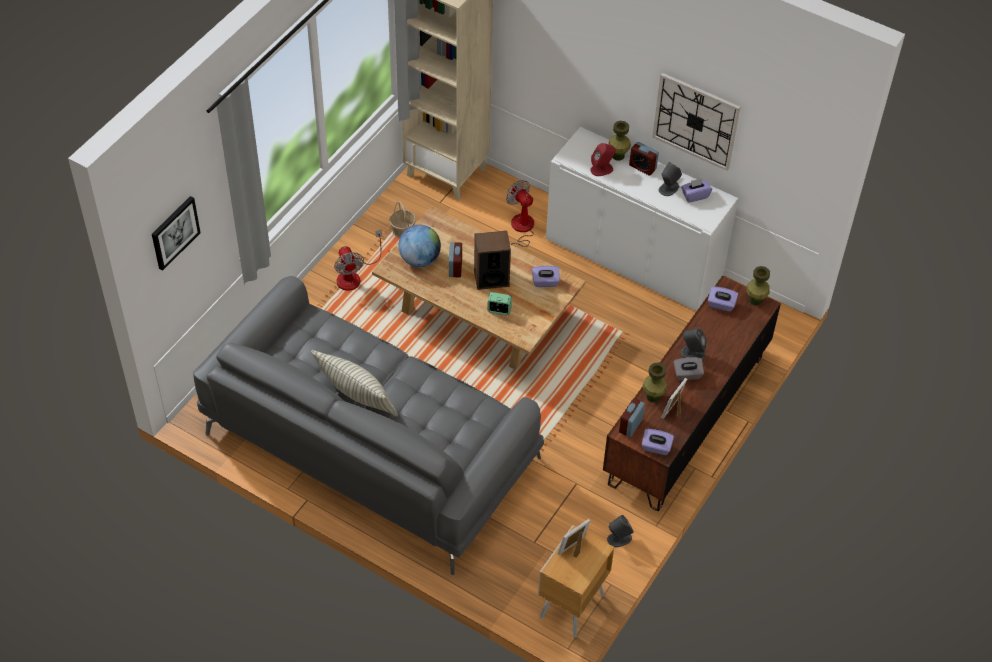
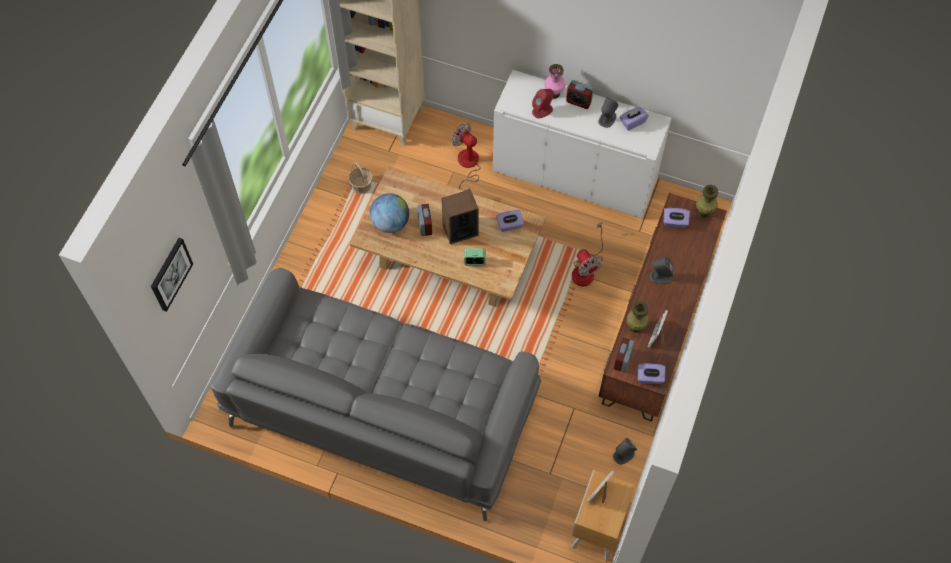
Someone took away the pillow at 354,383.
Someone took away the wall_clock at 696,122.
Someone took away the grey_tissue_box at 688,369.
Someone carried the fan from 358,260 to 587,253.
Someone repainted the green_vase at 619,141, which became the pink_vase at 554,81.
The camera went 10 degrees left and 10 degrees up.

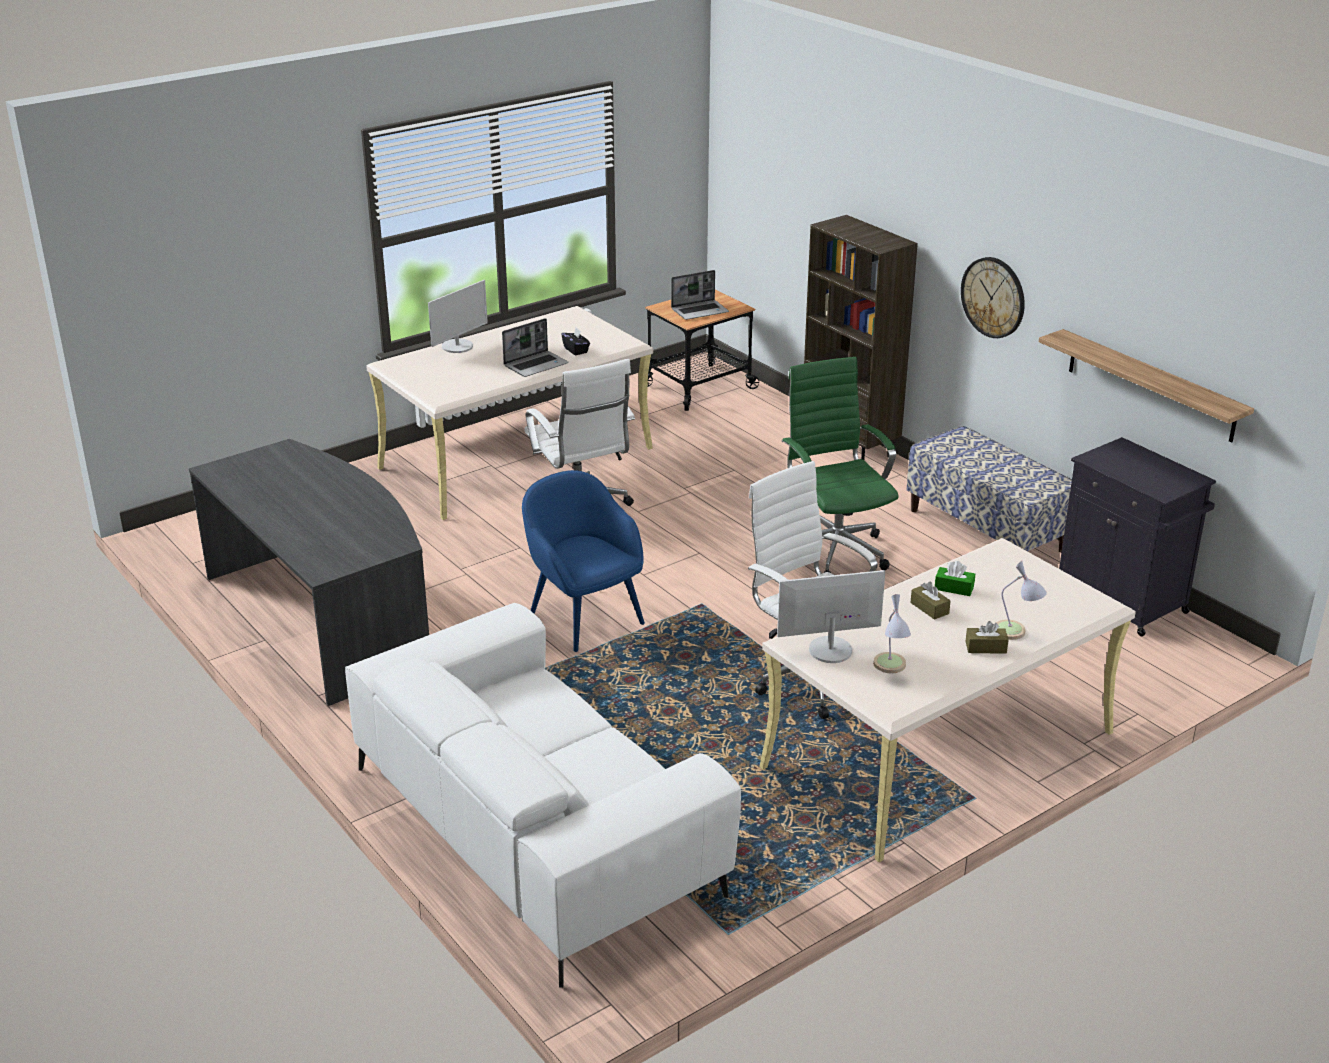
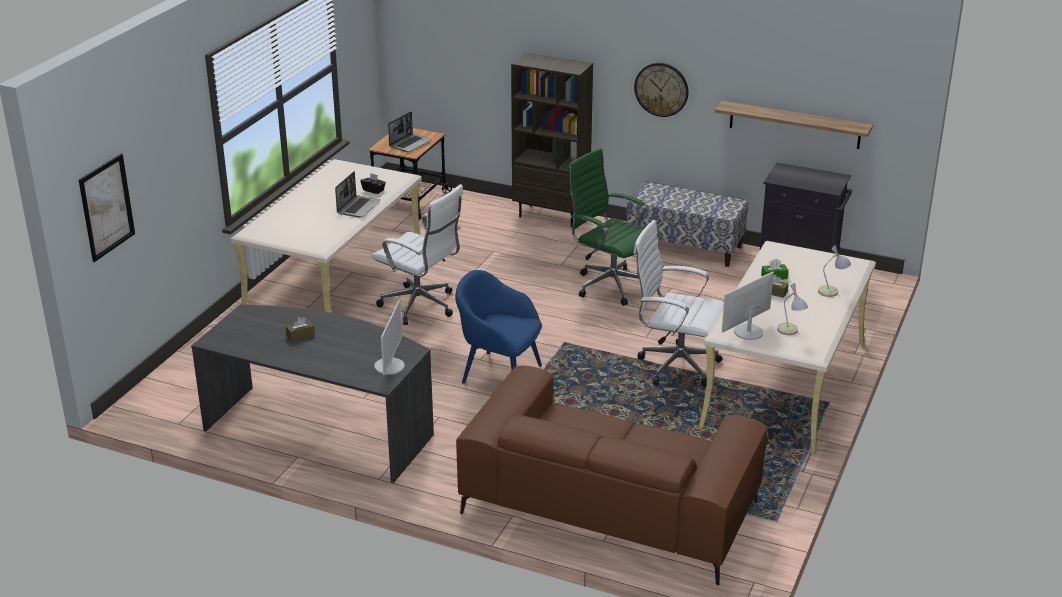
Someone put up the picture at 107,208.
Someone carried the monitor from 458,316 to 389,337.
Someone carried the brown_tissue_box from 987,637 to 300,329.
Someone repainted the white_sofa at 543,795, which became the brown_sofa at 612,475.
The camera went 30 degrees left and 0 degrees up.

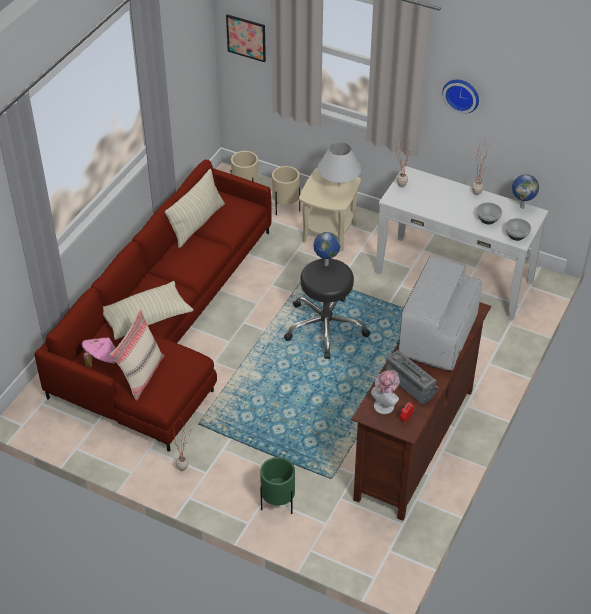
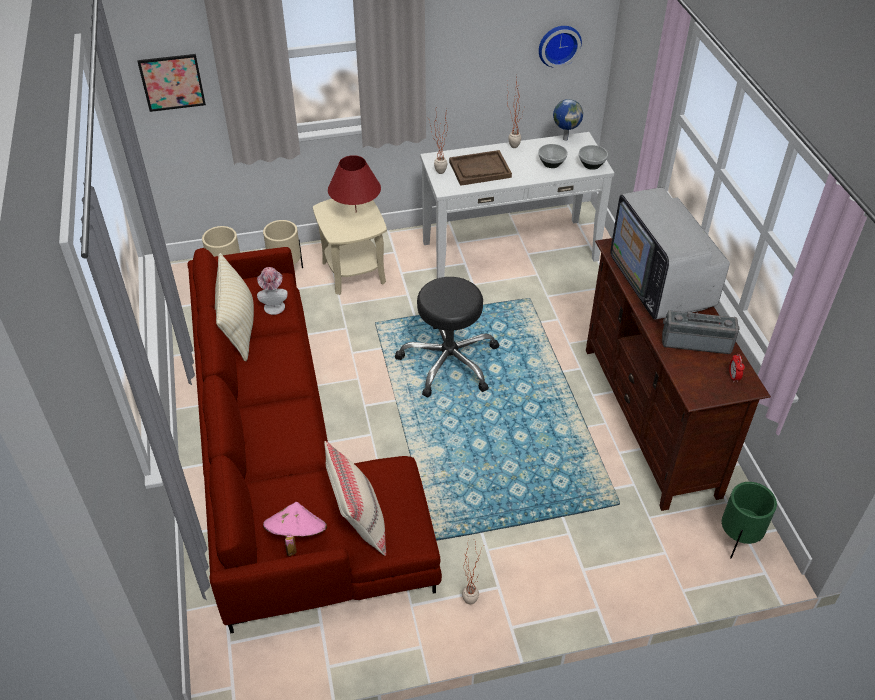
Someone took away the beige_pillow at 148,310.
Someone took away the globe at 326,249.
Someone put down the brown_tray at 480,168.
Someone carried the green_planter from 277,485 to 749,520.
Someone carried the hat from 385,392 to 272,291.
Someone carried the wall_clock from 460,97 to 560,47.
Someone repainted the white_table_lamp at 339,164, which became the red_table_lamp at 354,183.
The camera went 40 degrees left and 0 degrees up.

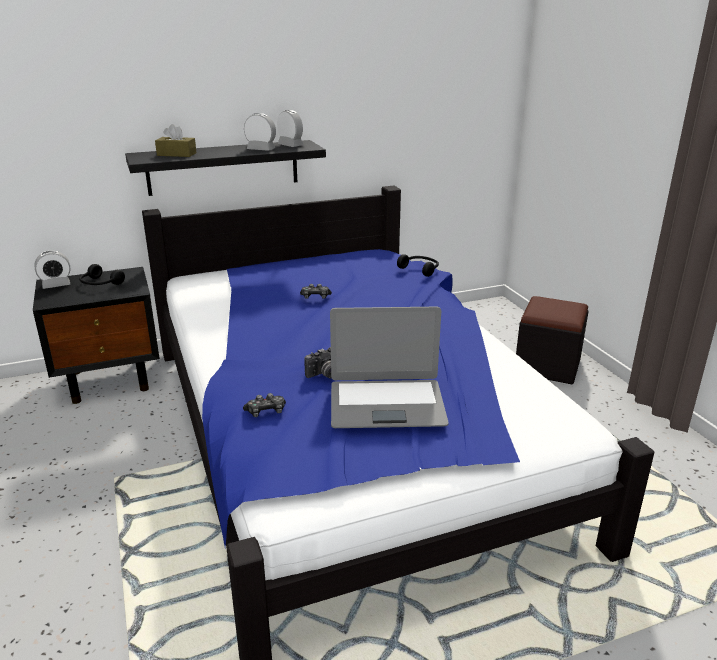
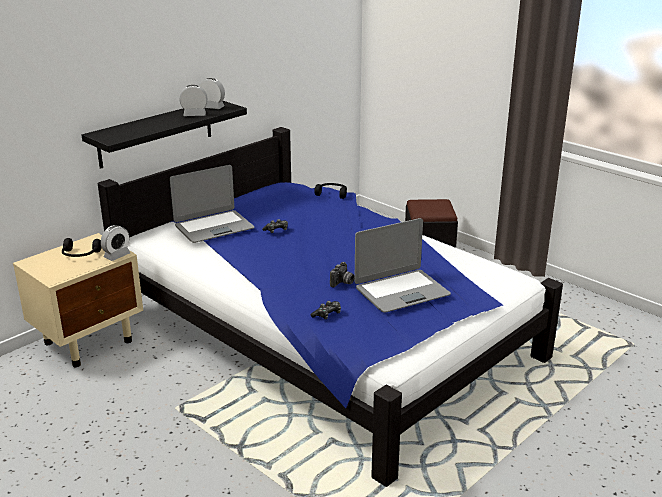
Someone took away the brown_tissue_box at 175,140.
Someone put down the laptop at 212,204.
Someone carried the alarm_clock from 52,269 to 116,243.
Someone repainted the black_nightstand at 96,335, which became the beige_nightstand at 78,300.
The camera went 25 degrees left and 0 degrees up.

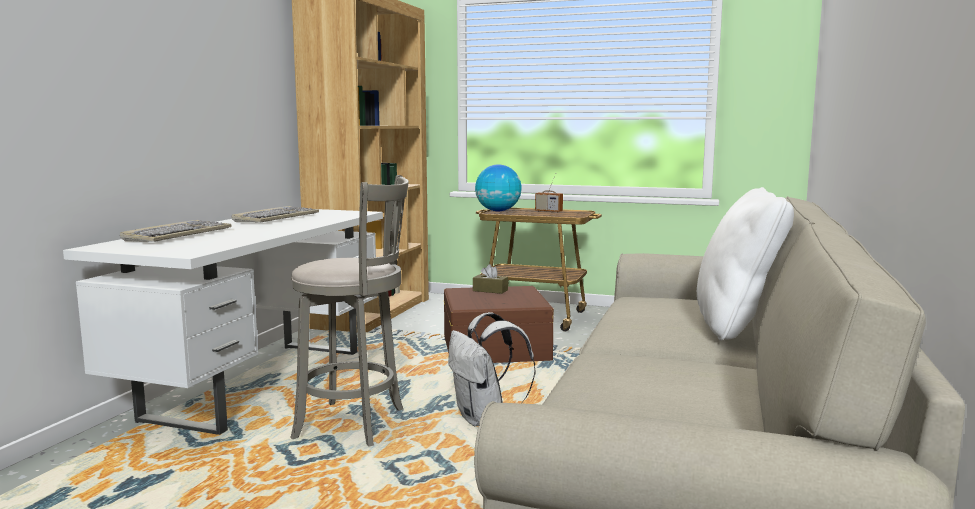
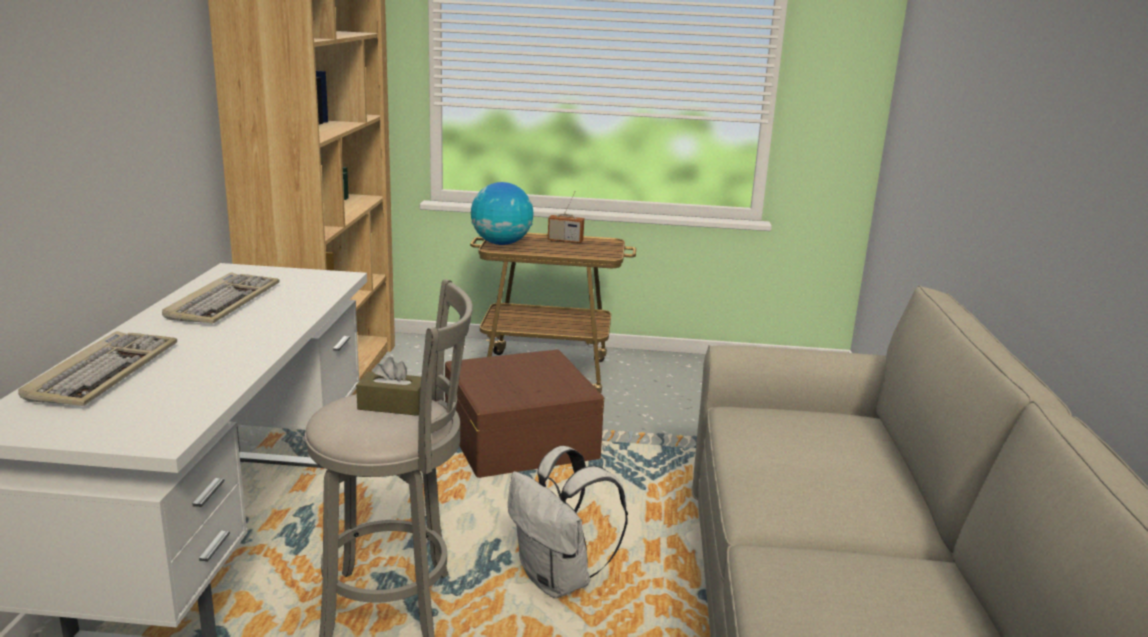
Someone took away the white_pillow at 745,264.
Someone carried the brown_tissue_box from 490,279 to 389,386.
The camera went 15 degrees left and 10 degrees up.

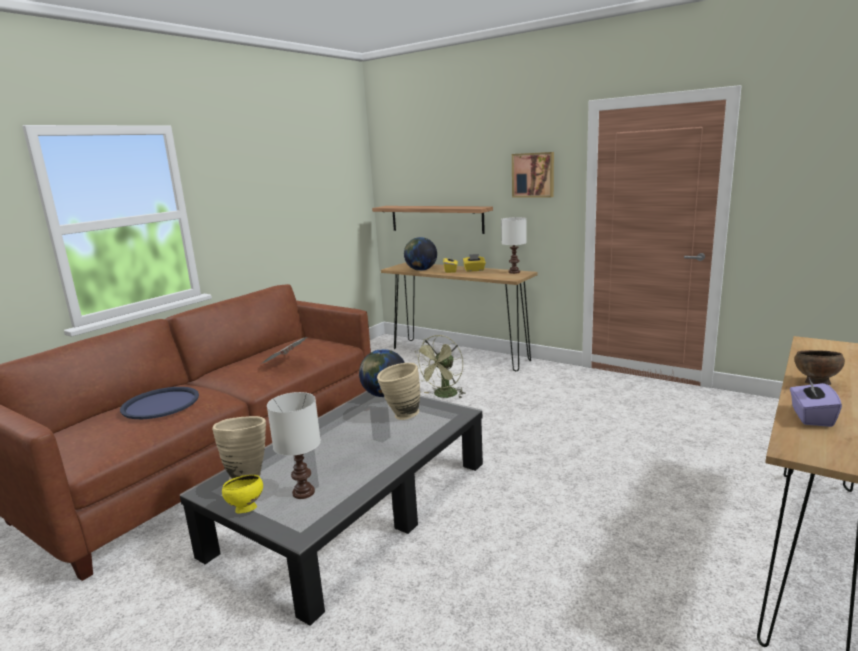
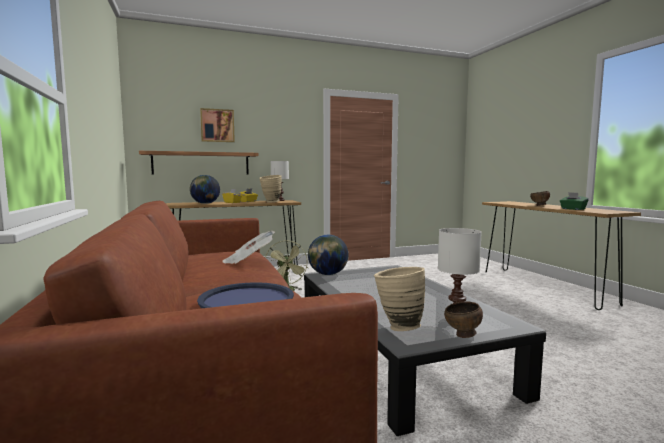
Someone carried the beige_vase from 398,391 to 270,189.
Someone carried the picture from 533,175 to 217,125.
Someone repainted the yellow_bowl at 242,494, which became the brown_bowl at 463,319.
Someone repainted the purple_tissue_box at 816,402, which became the green_tissue_box at 574,201.
The camera went 55 degrees left and 10 degrees down.

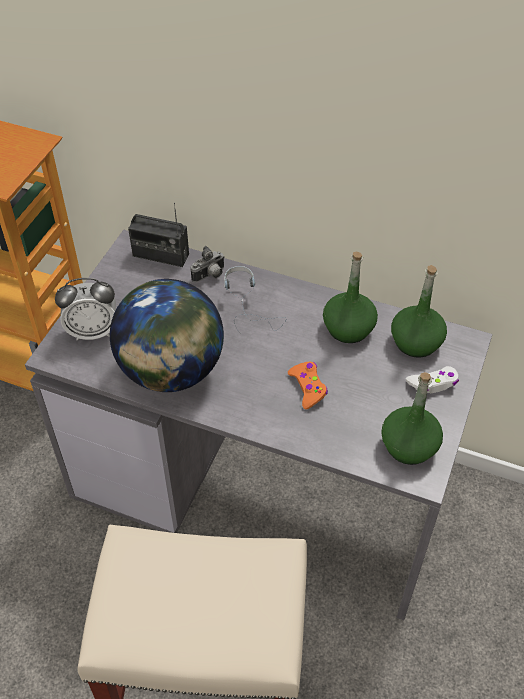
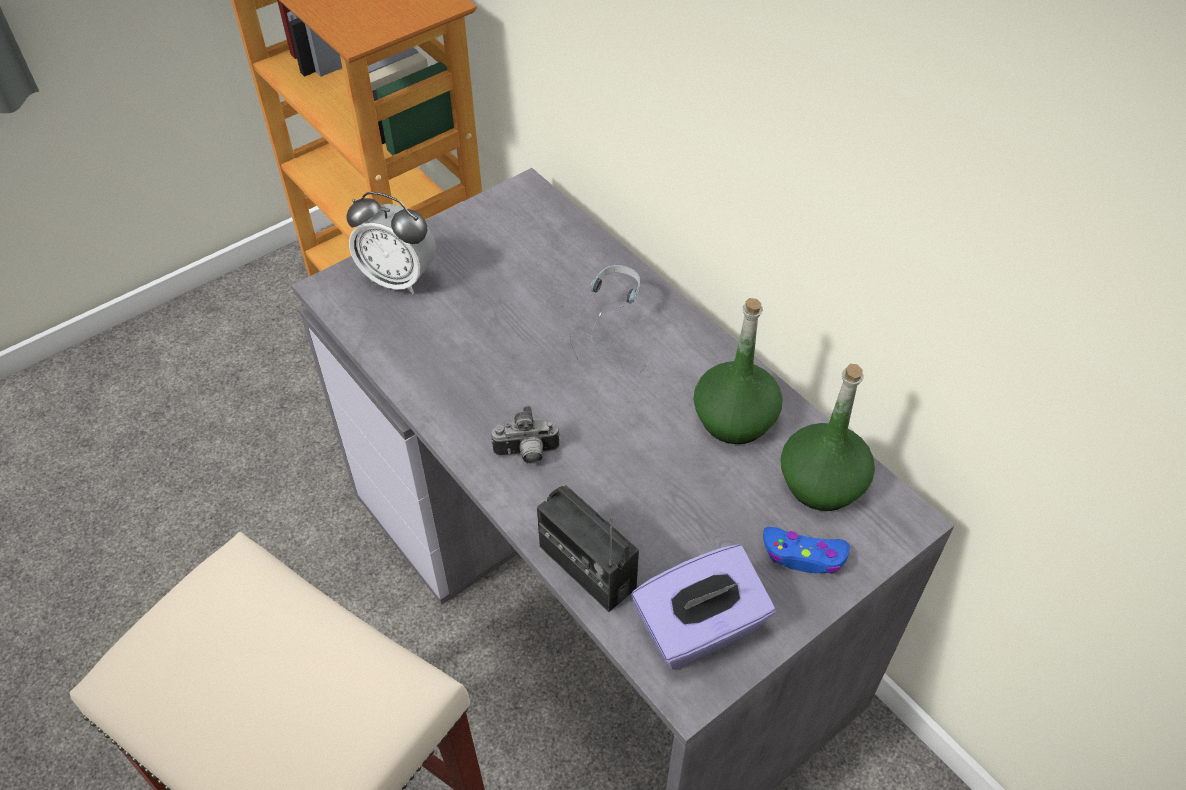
Someone took away the globe at 167,335.
Someone took away the orange_game_controller at 308,386.
Someone carried the radio from 158,235 to 588,548.
Someone carried the photo_camera from 207,264 to 525,435.
Someone swapped the green_bottle at 412,418 for the purple_tissue_box at 703,607.
Someone repainted the white_game_controller at 432,379, which became the blue_game_controller at 806,550.
The camera went 30 degrees right and 0 degrees up.

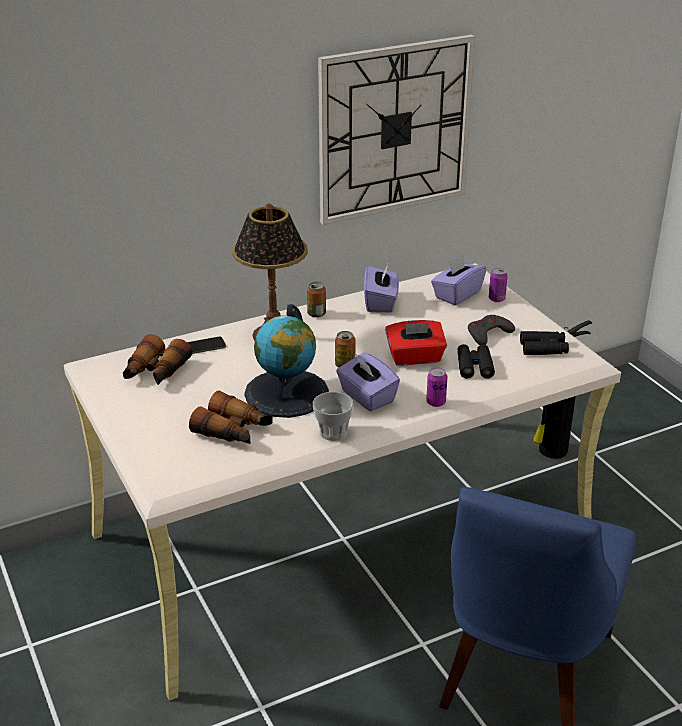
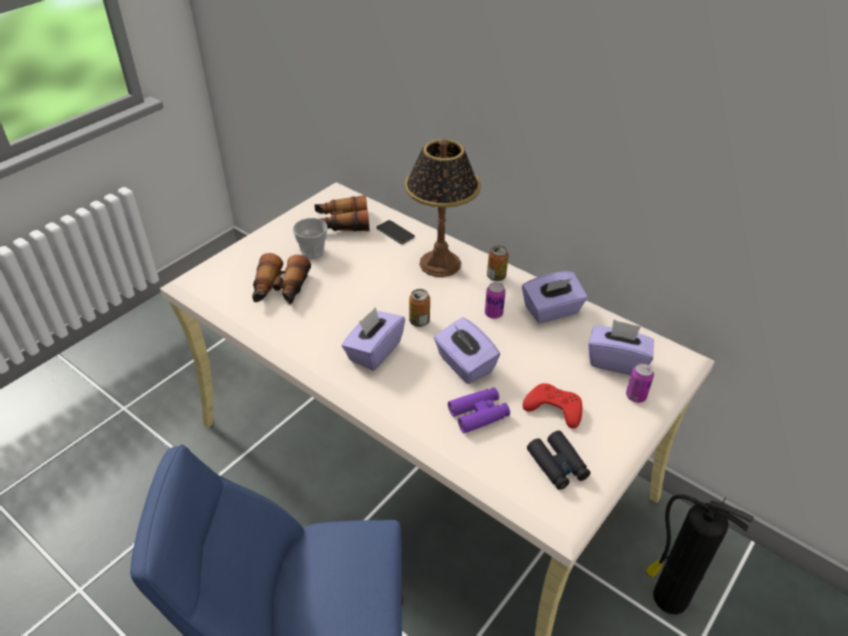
Someone took away the globe at 286,361.
Someone took away the wall_clock at 396,130.
Someone carried the cup from 333,416 to 310,238.
Someone carried the can from 436,387 to 495,300.
Someone repainted the red_tissue_box at 416,343, which became the purple_tissue_box at 467,350.
Someone repainted the black_binoculars at 476,361, which became the purple_binoculars at 479,410.
Someone repainted the grey_game_controller at 491,330, which became the red_game_controller at 552,406.
The camera went 65 degrees right and 10 degrees up.

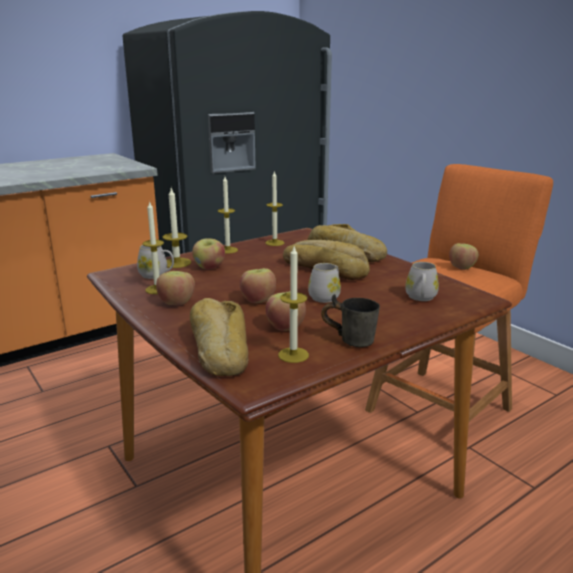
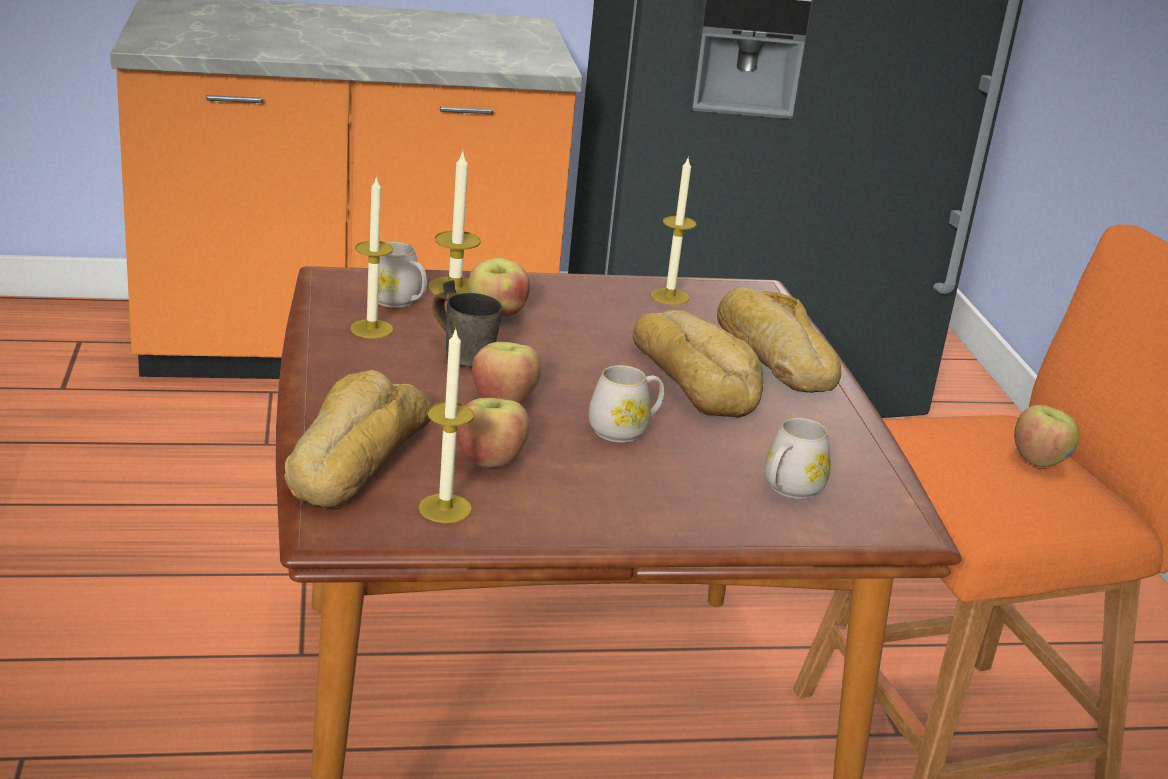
Someone took away the apple at 175,288.
Someone took away the candle at 228,215.
Someone carried the grey_mug from 350,320 to 467,324.
The camera went 25 degrees right and 5 degrees up.

